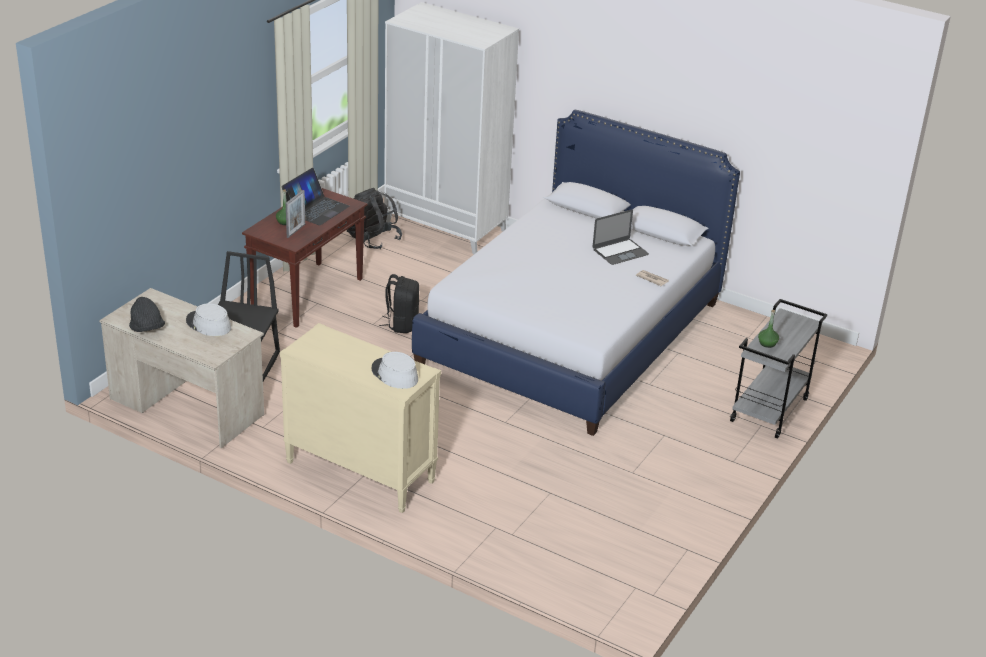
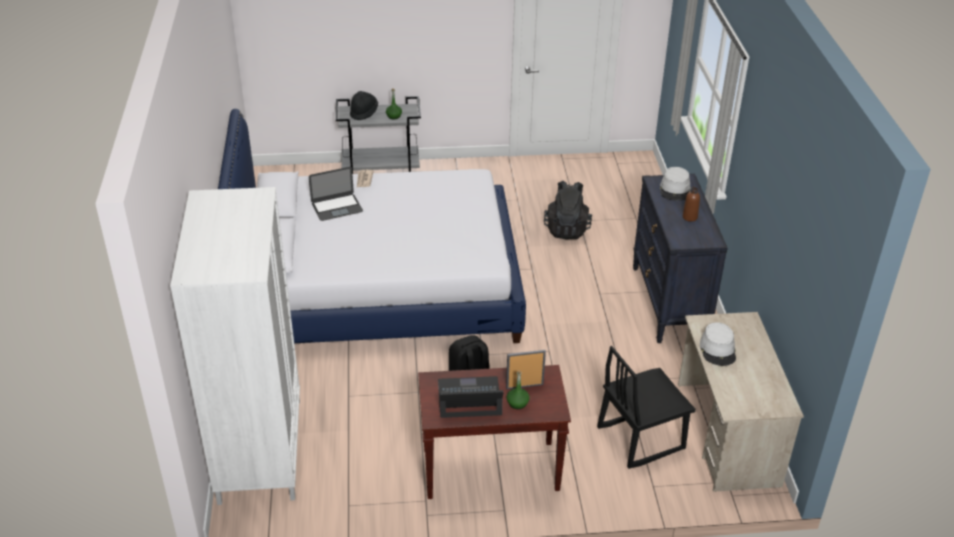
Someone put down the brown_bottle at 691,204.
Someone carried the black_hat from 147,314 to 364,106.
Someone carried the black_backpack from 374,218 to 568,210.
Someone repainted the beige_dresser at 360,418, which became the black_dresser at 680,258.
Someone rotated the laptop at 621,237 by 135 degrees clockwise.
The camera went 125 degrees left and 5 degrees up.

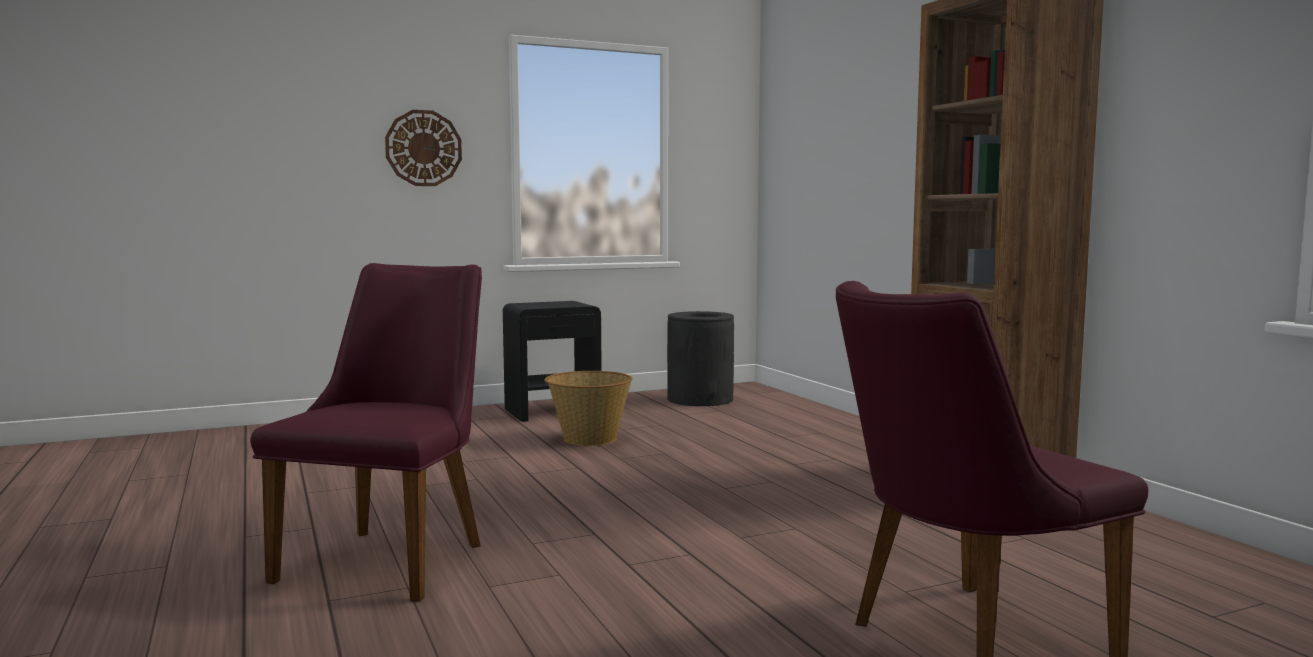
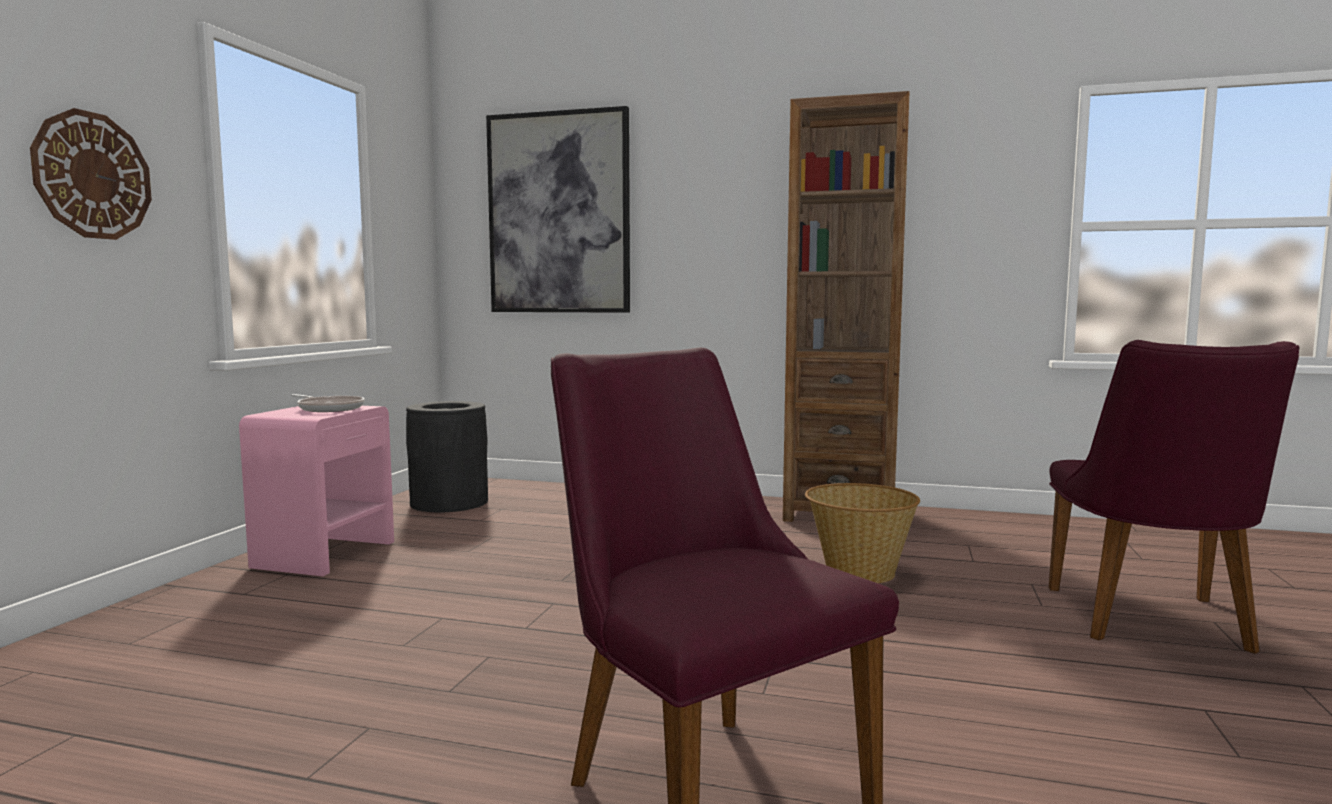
Someone put down the frying_pan at 328,403.
Someone put up the picture at 558,209.
Someone carried the basket from 588,408 to 862,533.
Someone repainted the black_nightstand at 552,361, which became the pink_nightstand at 316,491.
The camera went 50 degrees left and 0 degrees up.

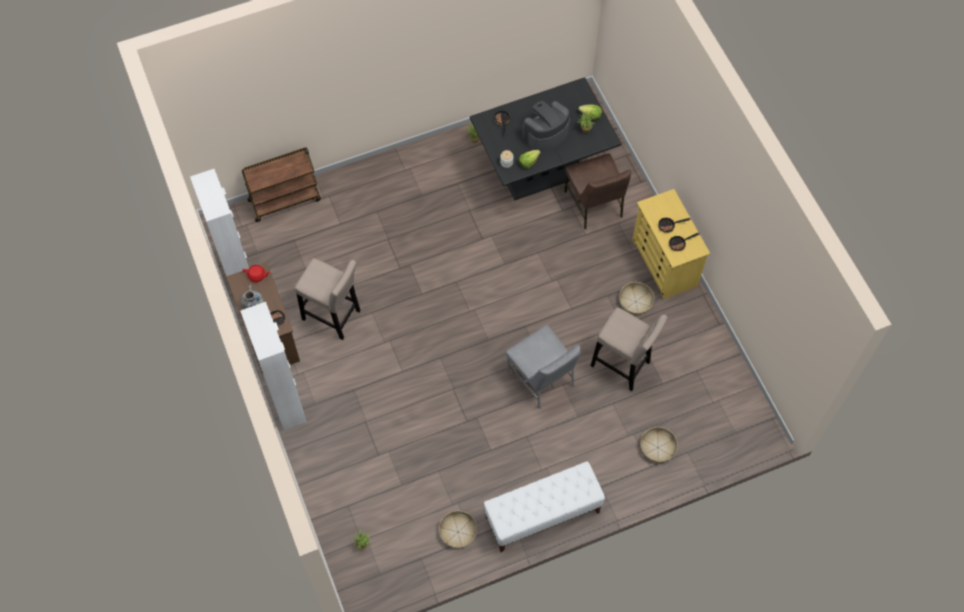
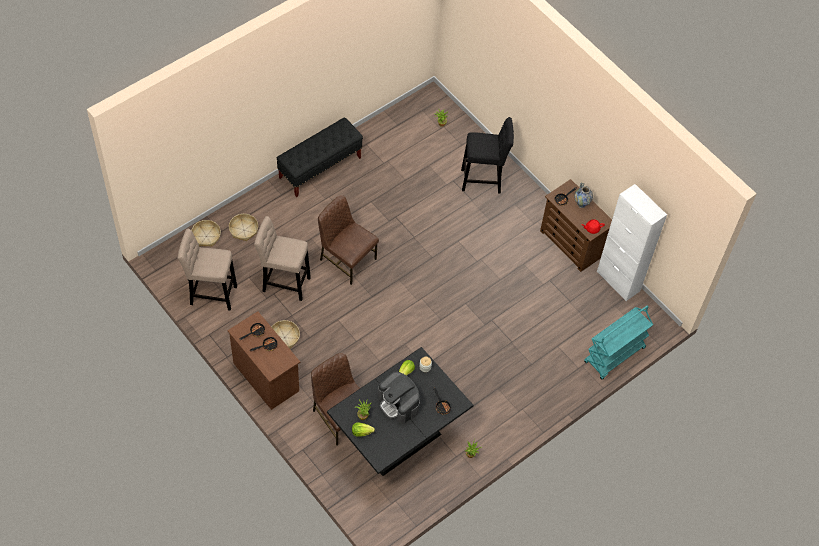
Someone took away the white_cabinet at 273,366.
Someone put down the black_stool at 487,155.
Someone carried the beige_stool from 327,299 to 207,270.
Someone carried the basket from 458,530 to 206,233.
Someone repainted the brown_cart at 281,184, which became the turquoise_cart at 618,343.
Someone repainted the white_bench at 544,506, which became the black_bench at 320,157.
Someone repainted the grey_chair at 543,367, which became the brown_chair at 348,240.
Someone repainted the yellow_dresser at 671,244, which became the brown_dresser at 263,360.
Someone rotated the coffee_machine at 546,126 by 105 degrees clockwise.
The camera went 160 degrees right and 5 degrees down.

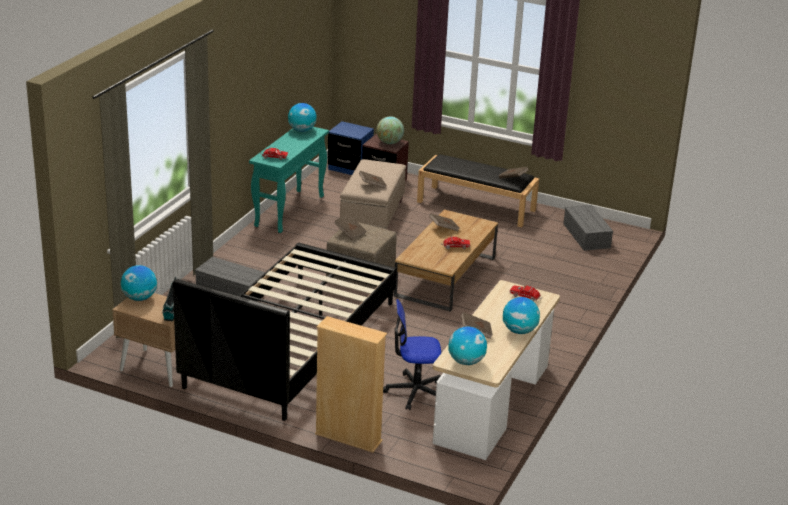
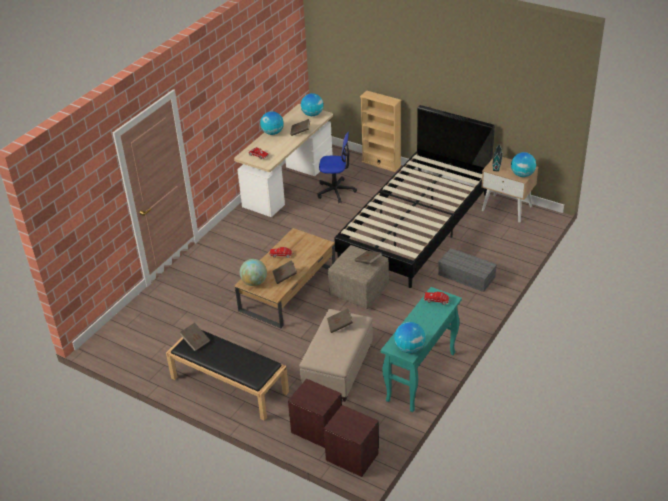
Someone took away the grey_storage_box at 588,228.
Someone carried the globe from 390,130 to 253,272.
Someone repainted the blue_nightstand at 351,148, which became the brown_nightstand at 351,441.
The camera went 170 degrees left and 10 degrees up.

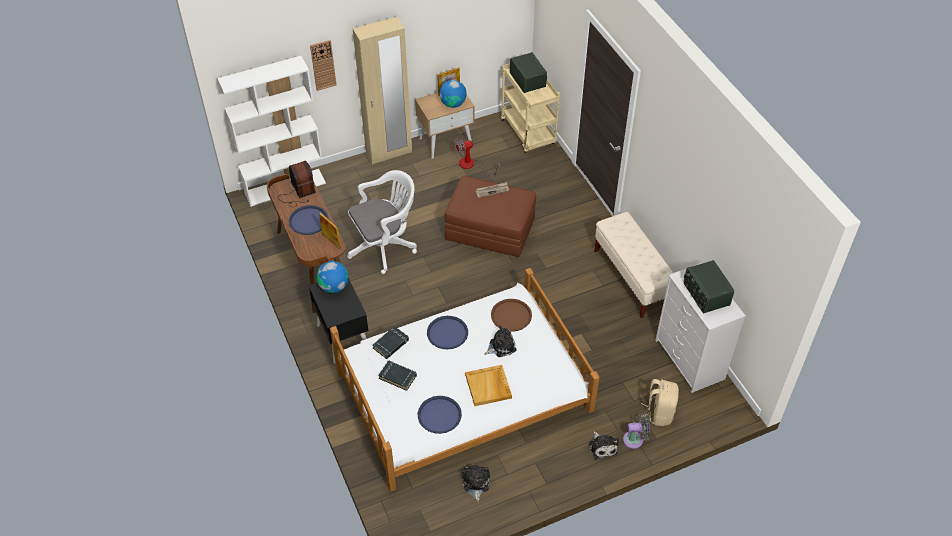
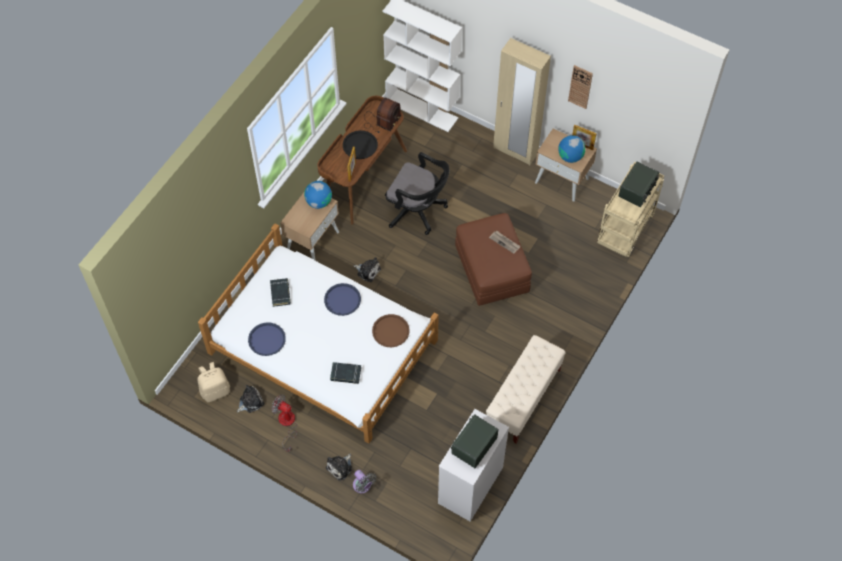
Someone took away the beige_tray at 488,385.
Someone carried the wall_clock from 323,65 to 580,87.
Someone carried the black_book from 390,342 to 345,373.
Someone carried the fan from 477,157 to 284,423.
Someone carried the plush_toy from 501,341 to 367,269.
Someone carried the beige_backpack from 659,402 to 213,382.
Someone repainted the blue_tray at 308,220, which became the black_tray at 360,144.
Someone repainted the black_nightstand at 339,320, which became the beige_nightstand at 309,225.
Someone repainted the white_office_chair at 382,222, which became the black_office_chair at 417,193.
The camera went 55 degrees right and 10 degrees up.

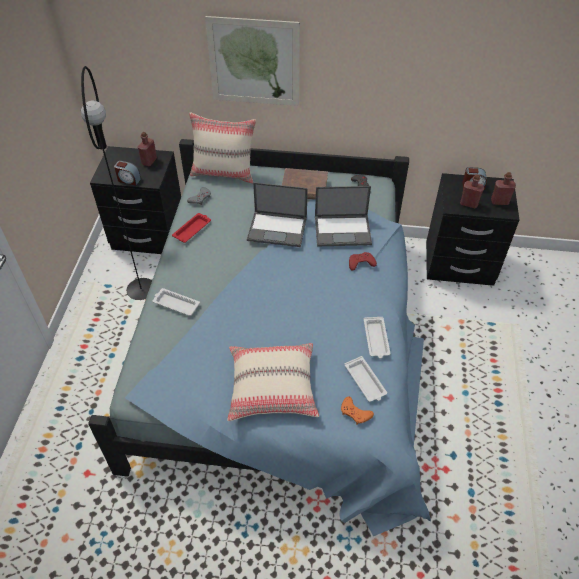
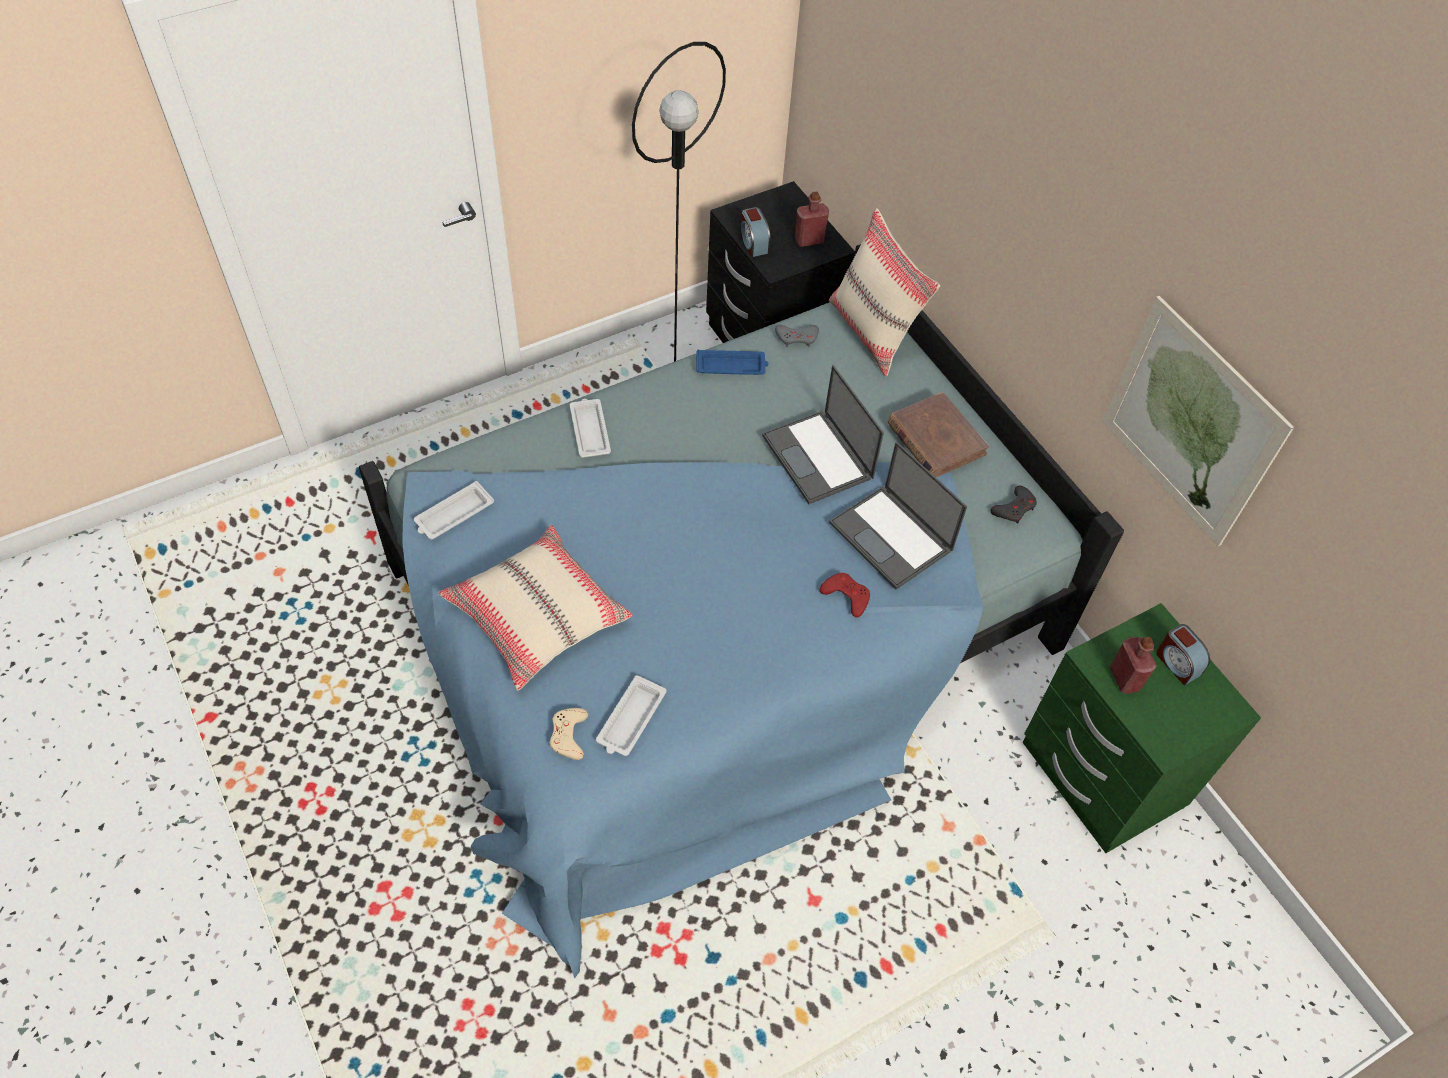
Someone took away the red_bottle at 503,188.
Someone carried the picture from 252,61 to 1198,421.
Someone carried the white_tray from 377,337 to 454,510.
Someone repainted the red_tray at 191,228, which became the blue_tray at 732,362.
Someone repainted the orange_game_controller at 357,410, which became the beige_game_controller at 569,734.
Someone repainted the black_nightstand at 473,229, which became the green_nightstand at 1141,728.
The camera went 50 degrees right and 5 degrees up.

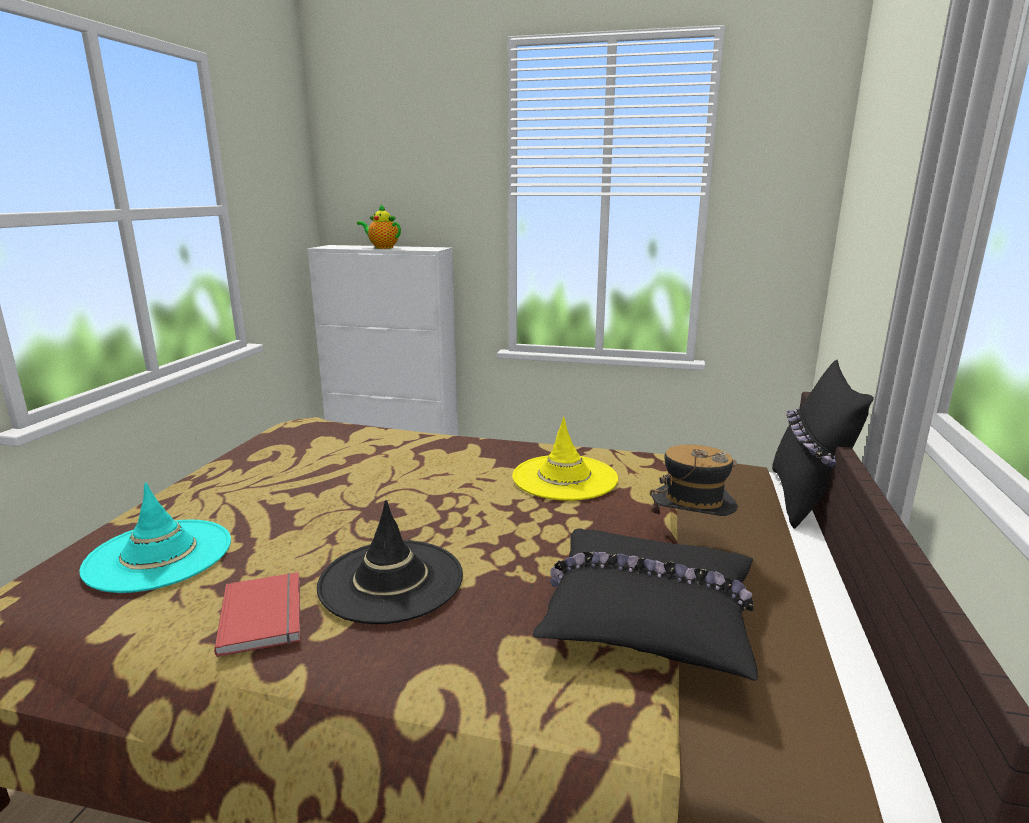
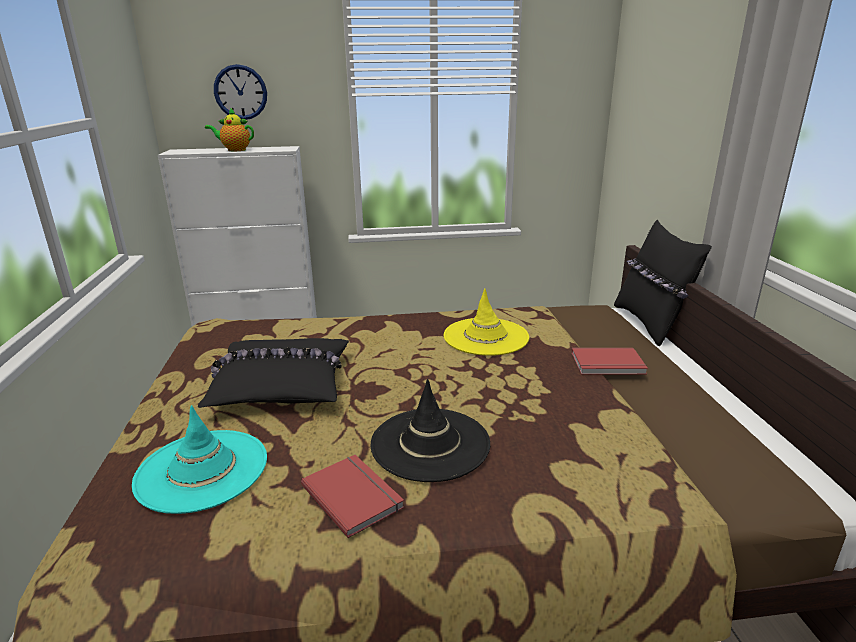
Someone put up the wall_clock at 240,92.
Someone carried the black_pillow from 645,604 to 273,373.
Someone swapped the hat at 694,490 for the red_book at 609,361.
The camera went 20 degrees left and 5 degrees up.

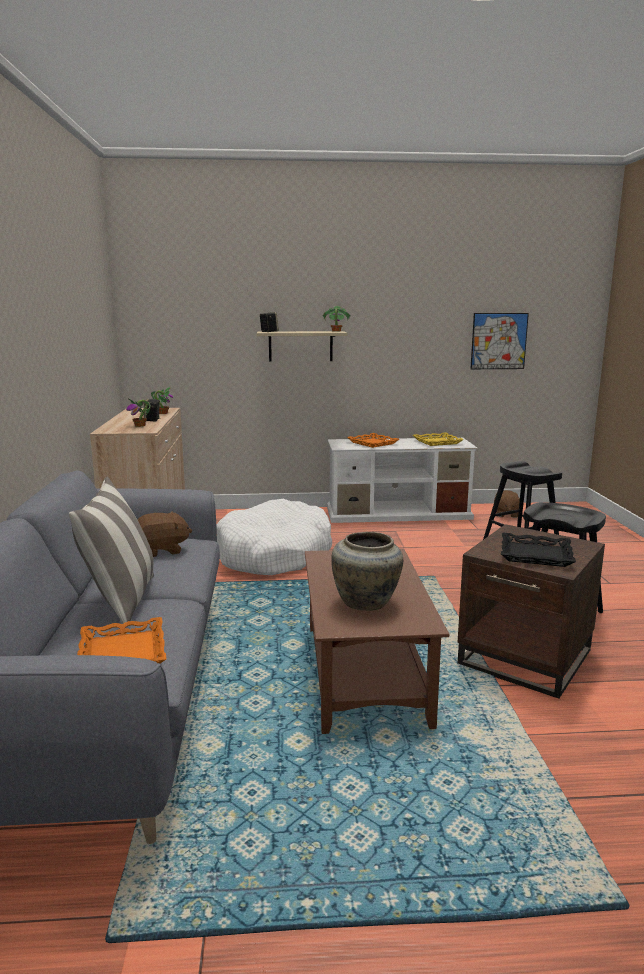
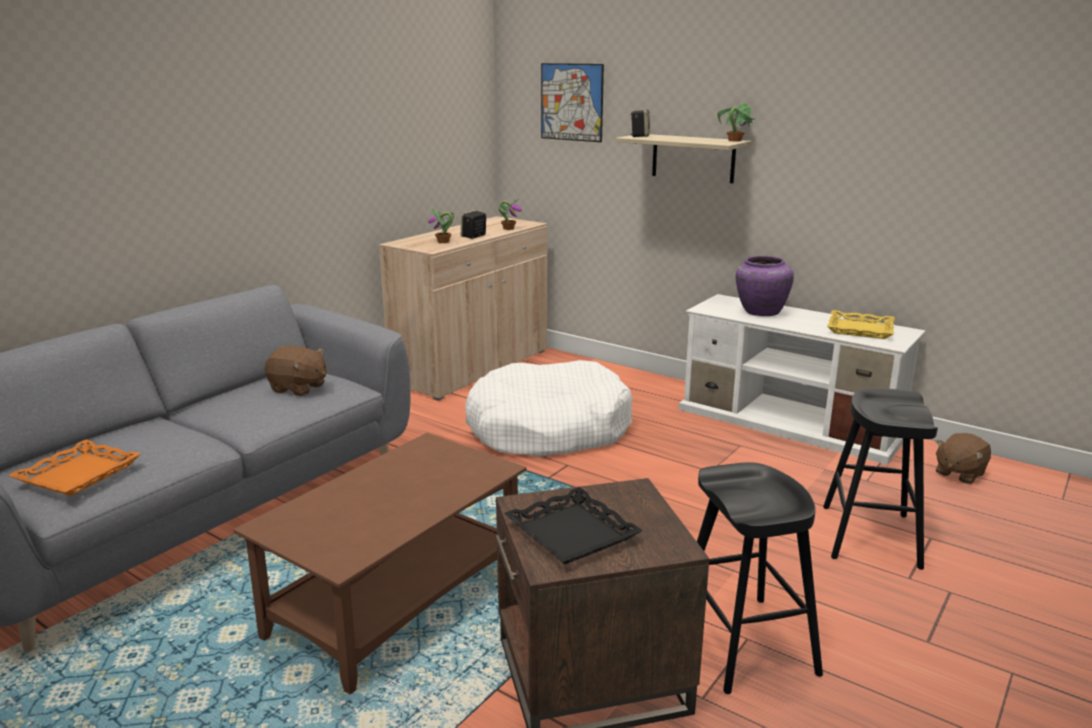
Someone took away the pillow at 111,552.
Someone took away the beige_vase at 367,571.
Someone carried the picture from 499,341 to 572,102.
Someone swapped the orange_tray at 373,440 for the purple_vase at 765,286.
The camera went 40 degrees right and 5 degrees up.

